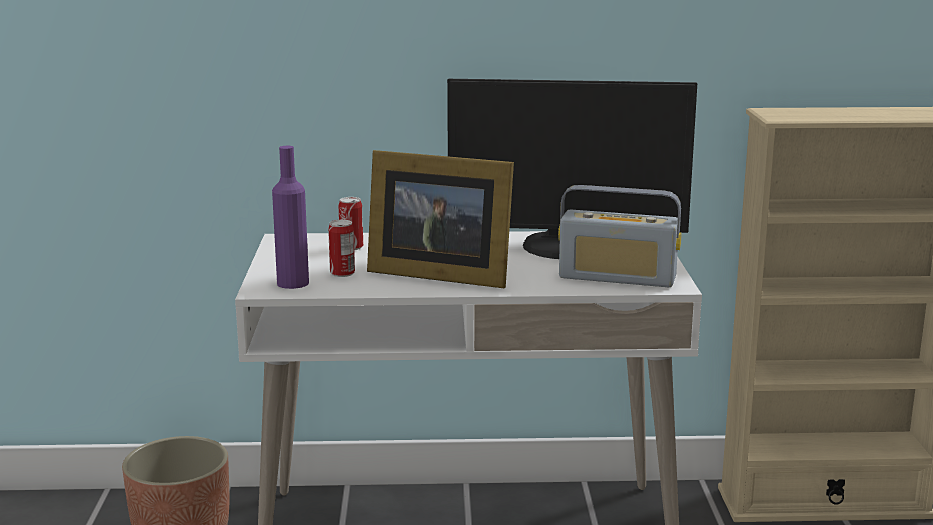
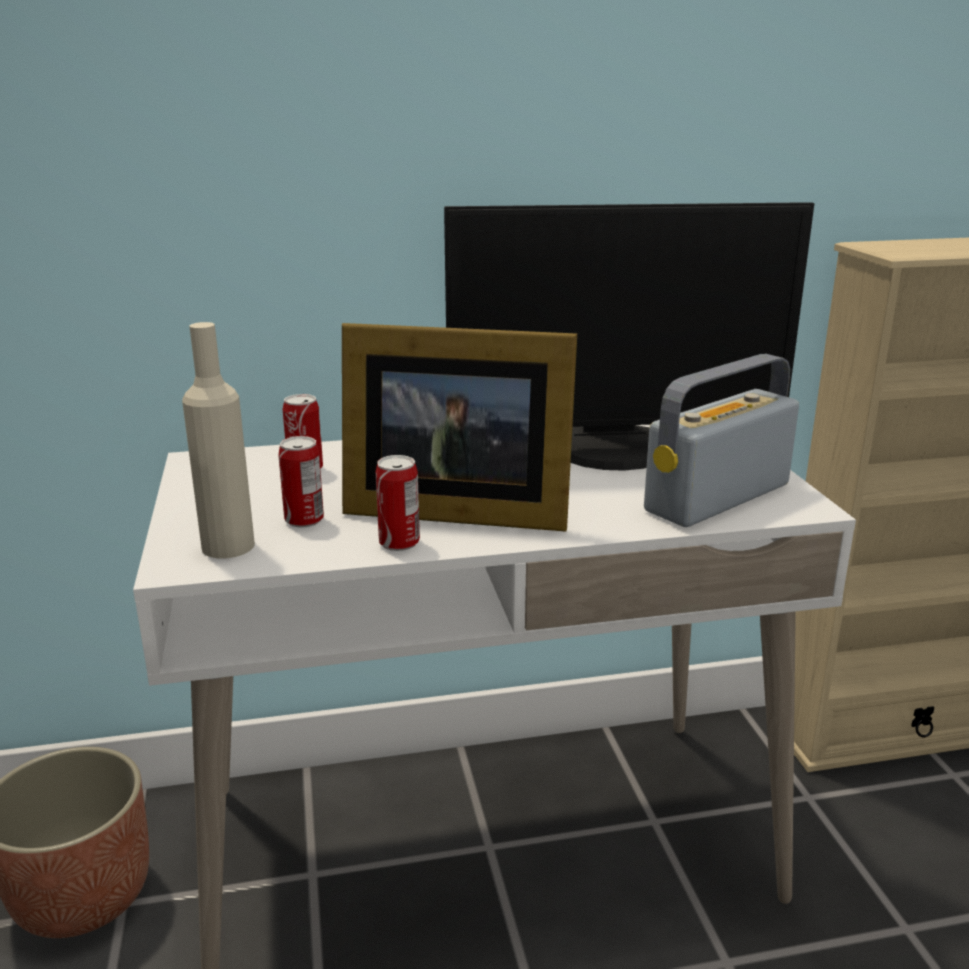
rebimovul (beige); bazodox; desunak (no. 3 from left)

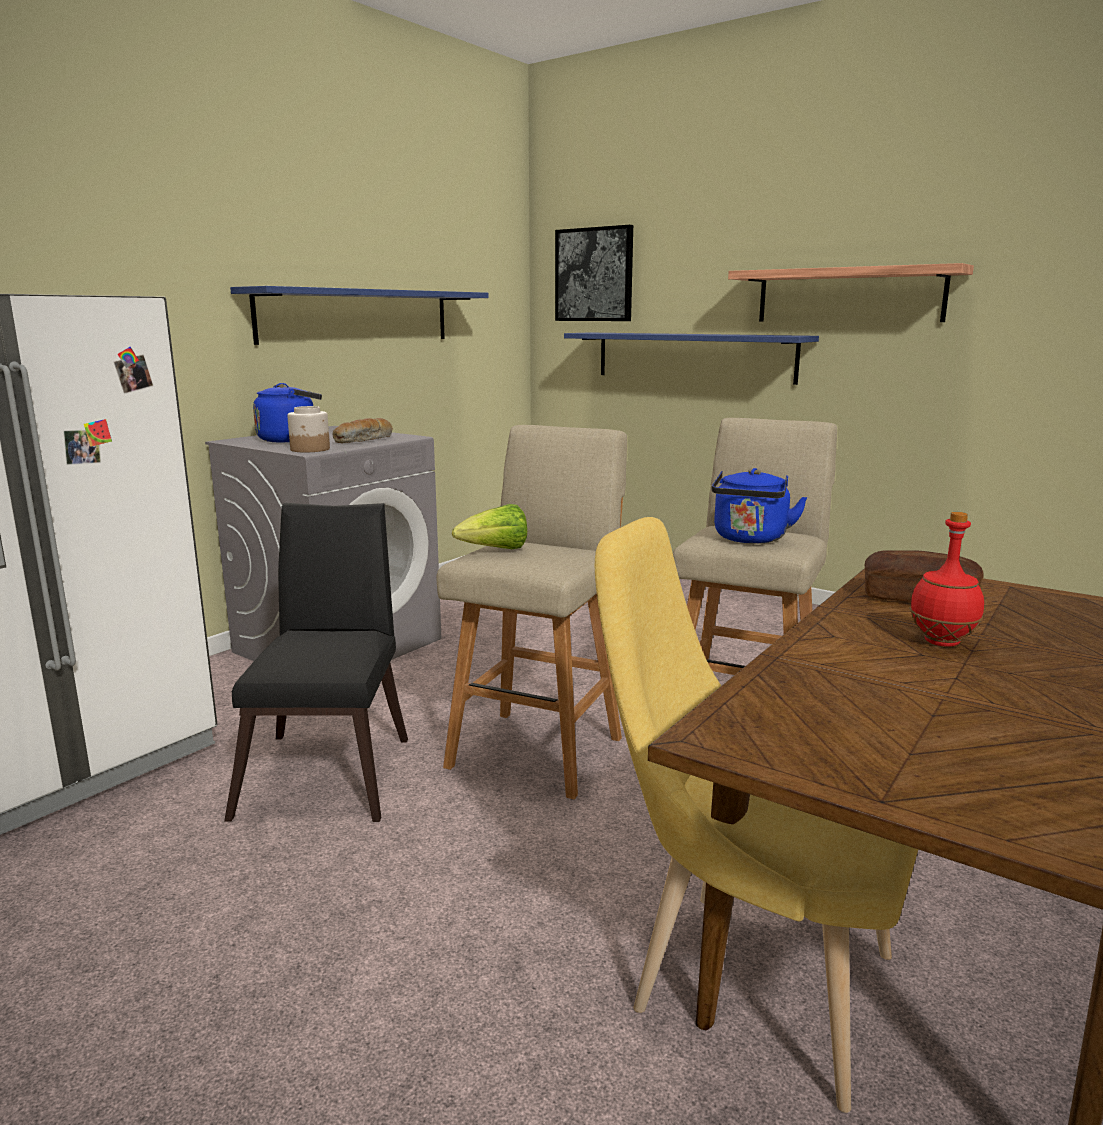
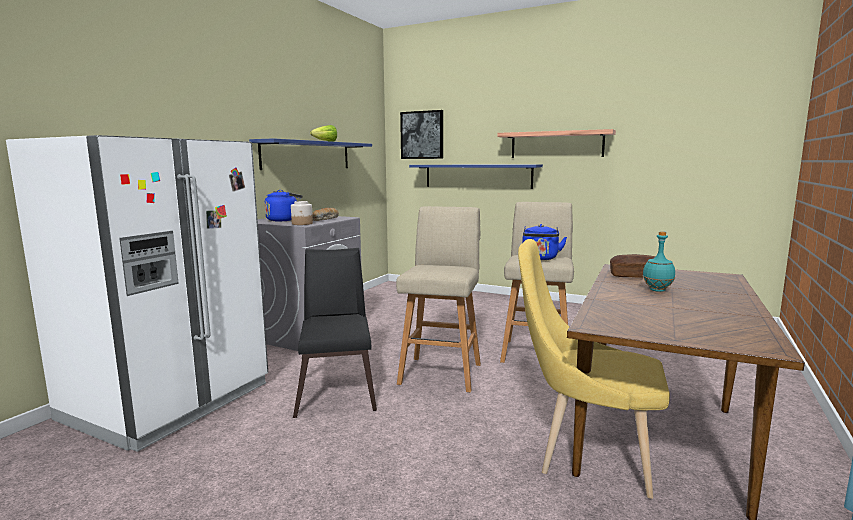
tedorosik; rebimovul (turquoise)

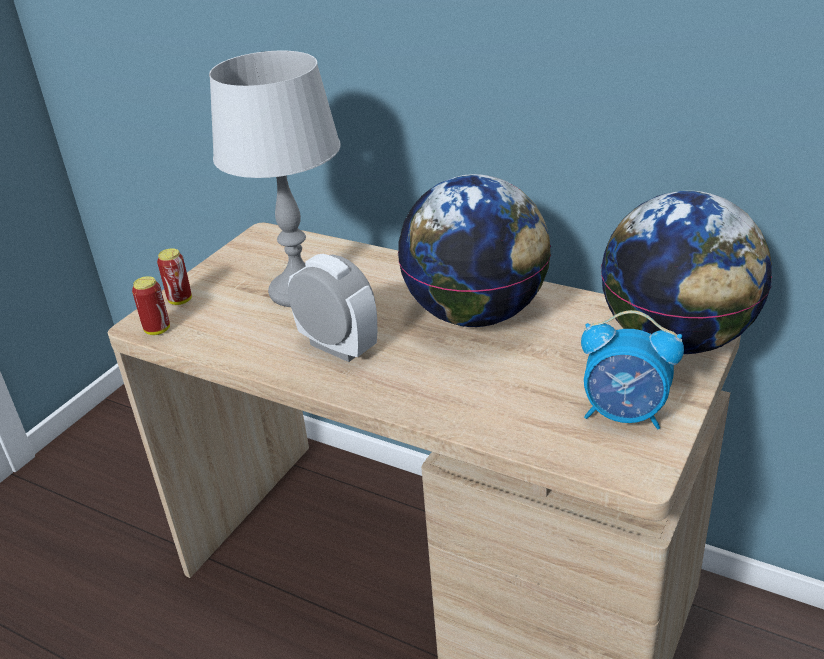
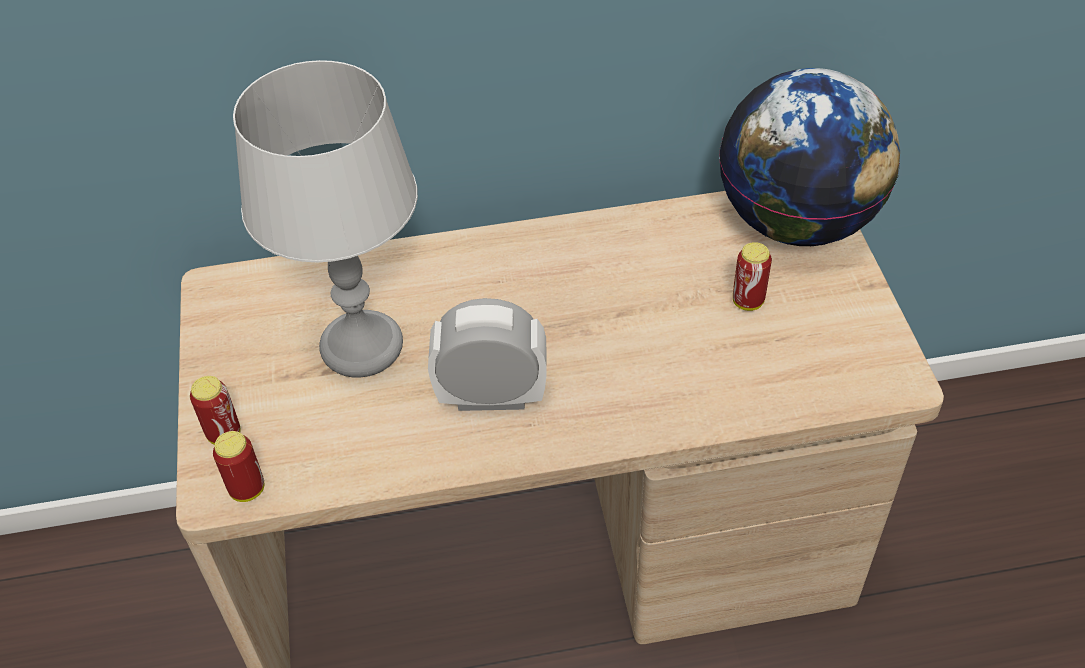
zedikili (no. 1 from left in the first image); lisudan (no. 2 from left in the first image); desunak (no. 3 from left)

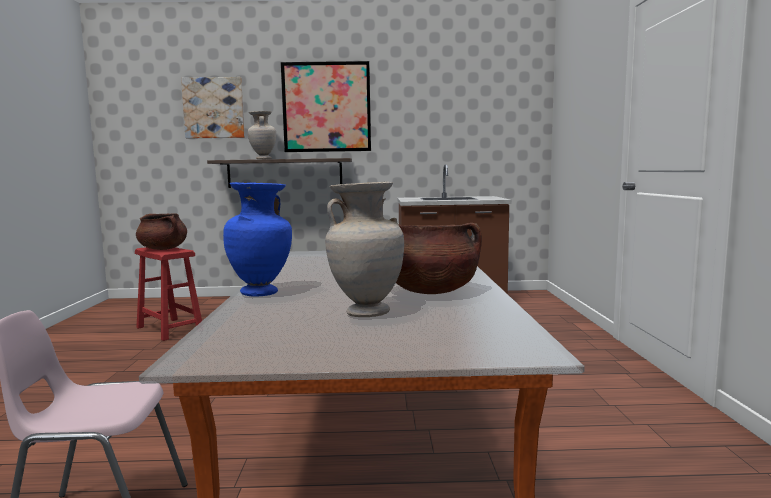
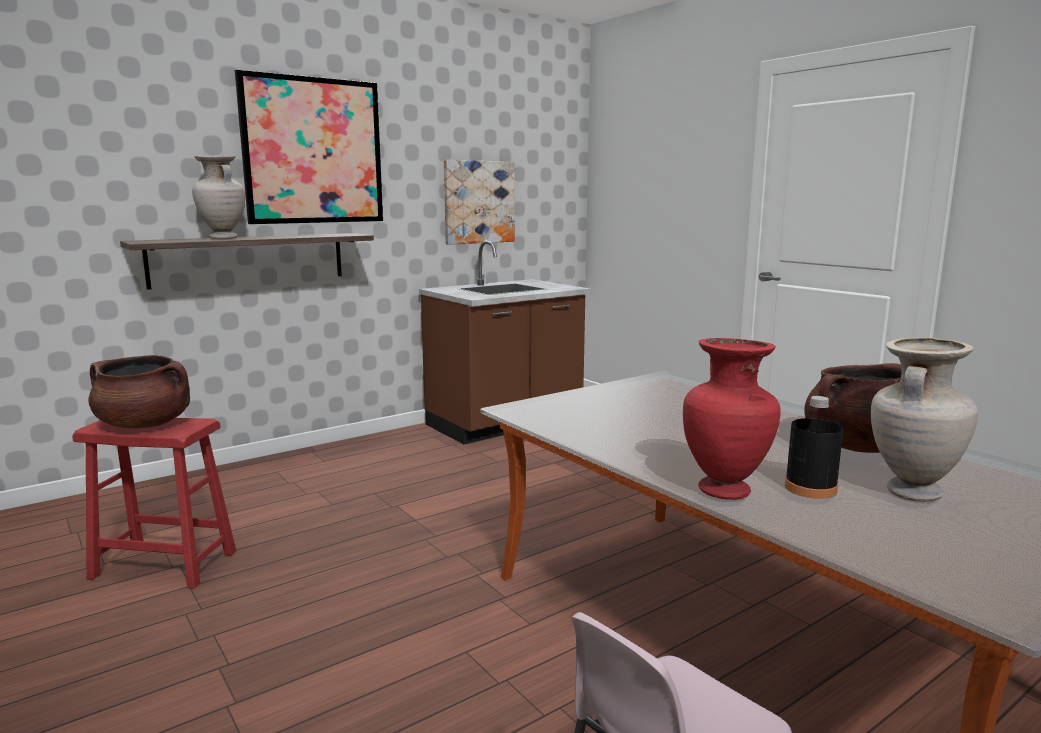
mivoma (no. 2 from left); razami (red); rebimovul (black)

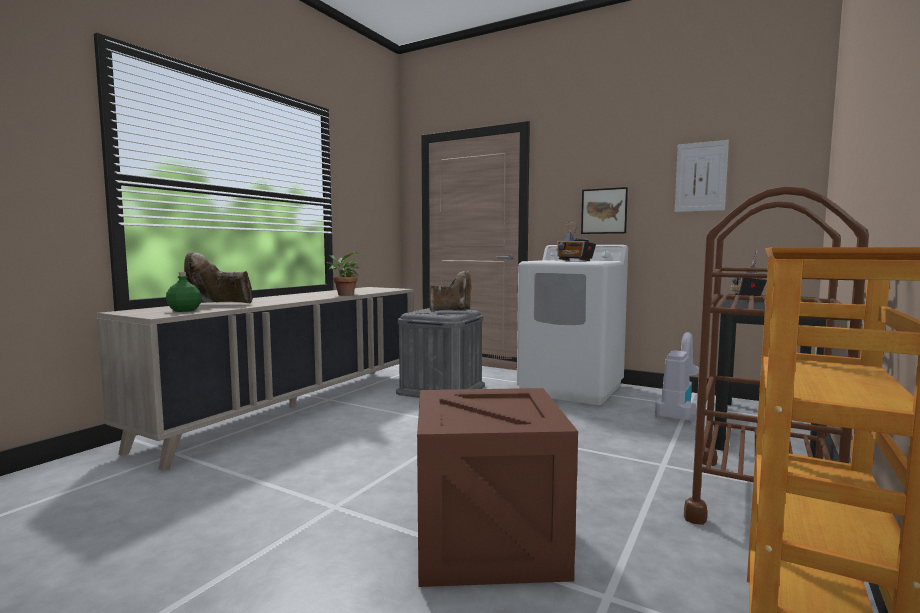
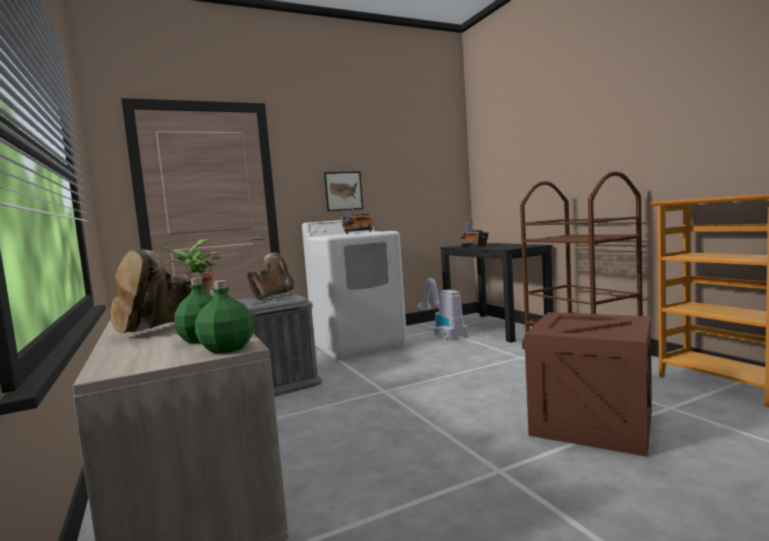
mivoma (no. 2 from left in the first image); rebimovul (green) (no. 2 from left)

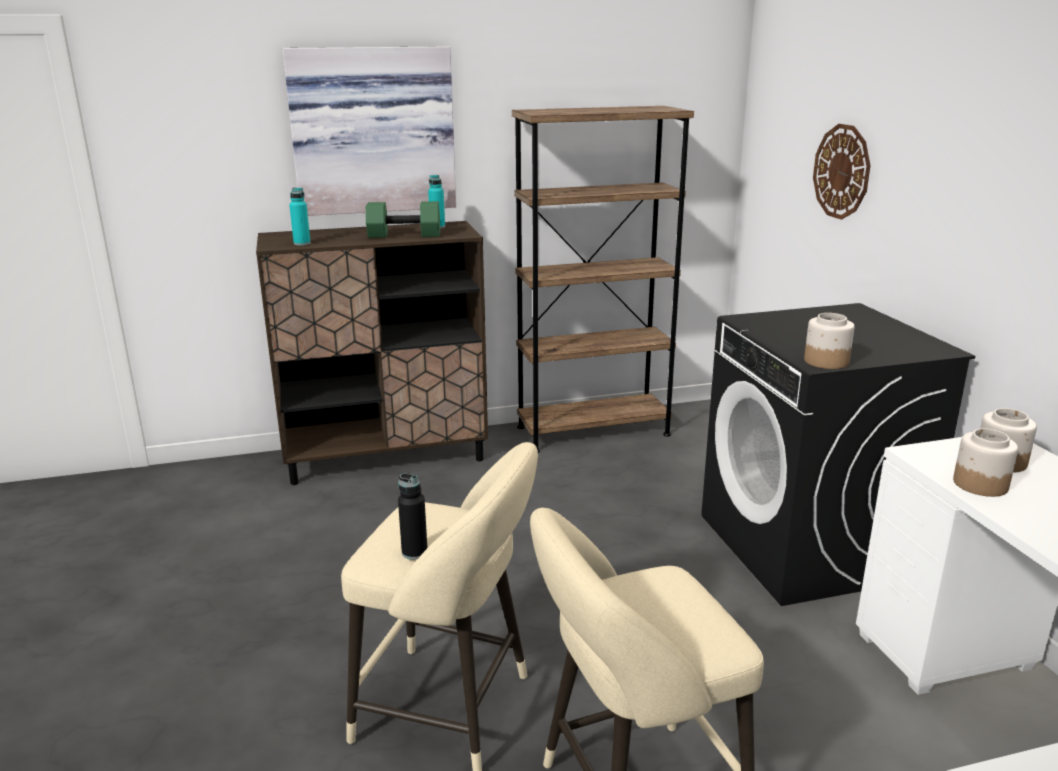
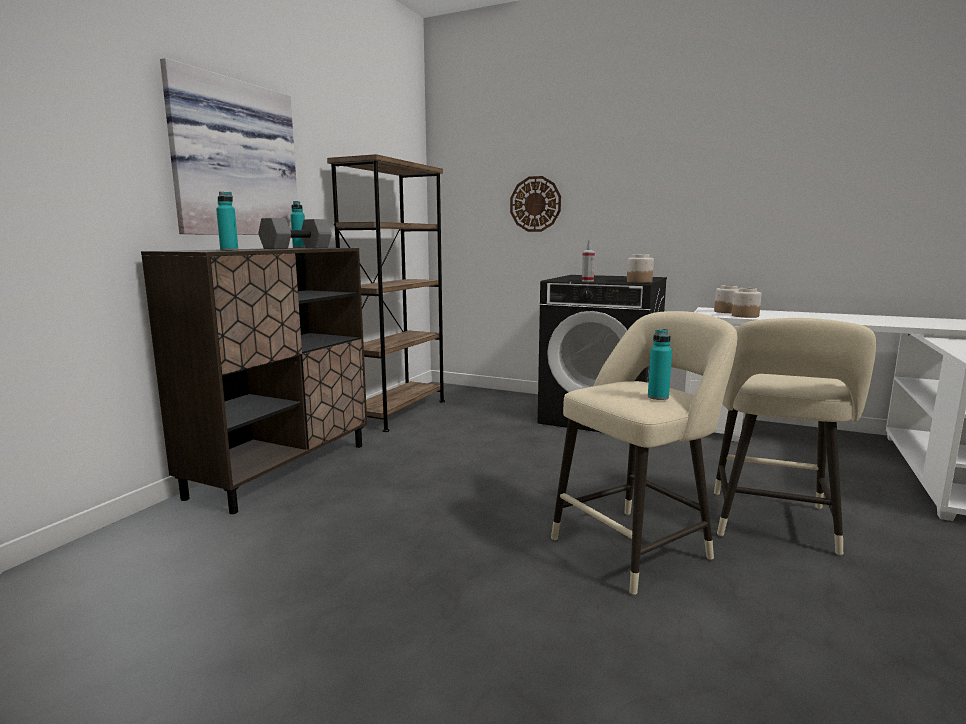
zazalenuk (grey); rebimovul (turquoise) (no. 3 from left); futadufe

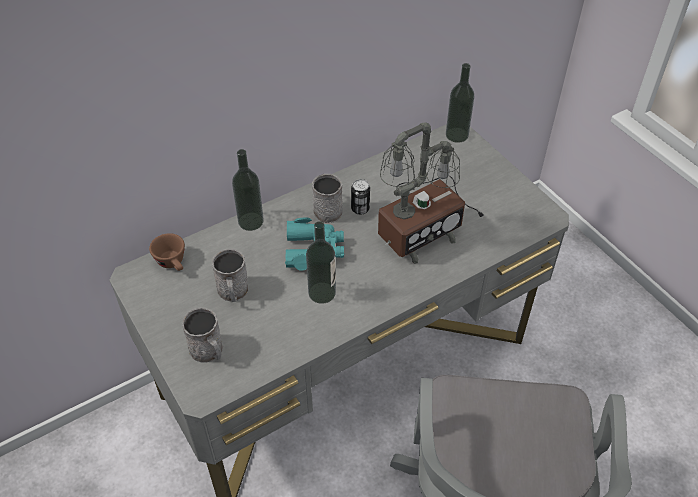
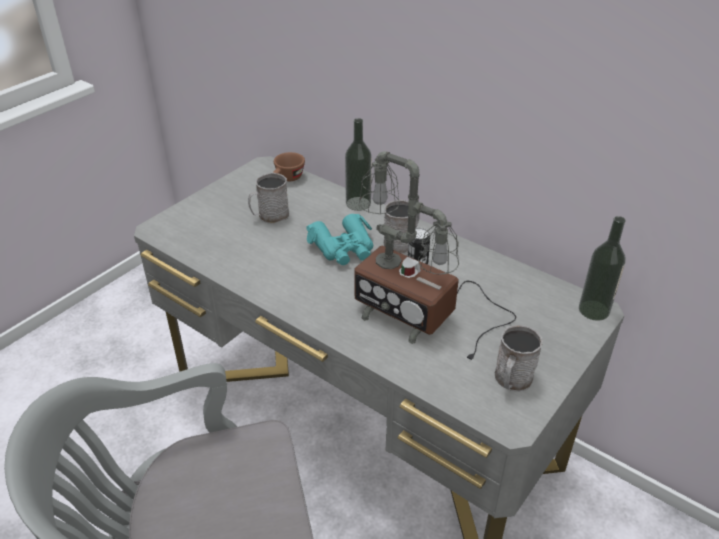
rebimovul (no. 2 from left in the first image); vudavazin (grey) (no. 3 from left)

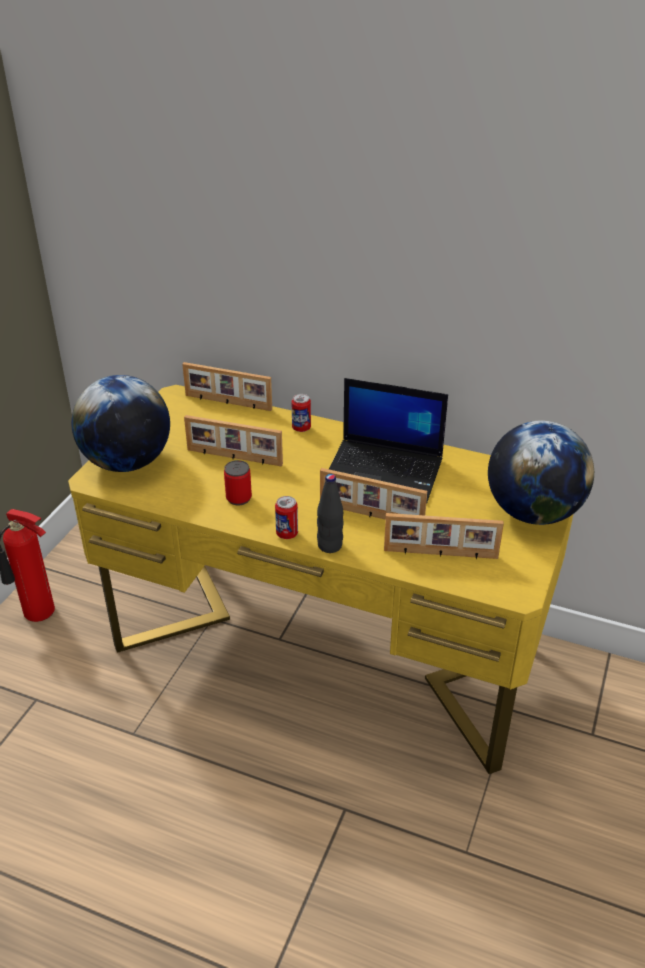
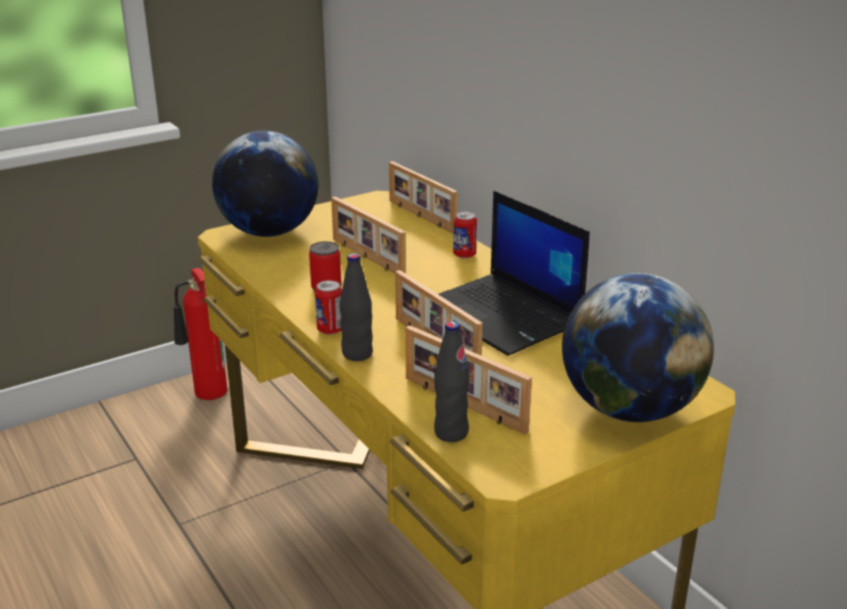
rebimovul (black) (no. 2 from left)

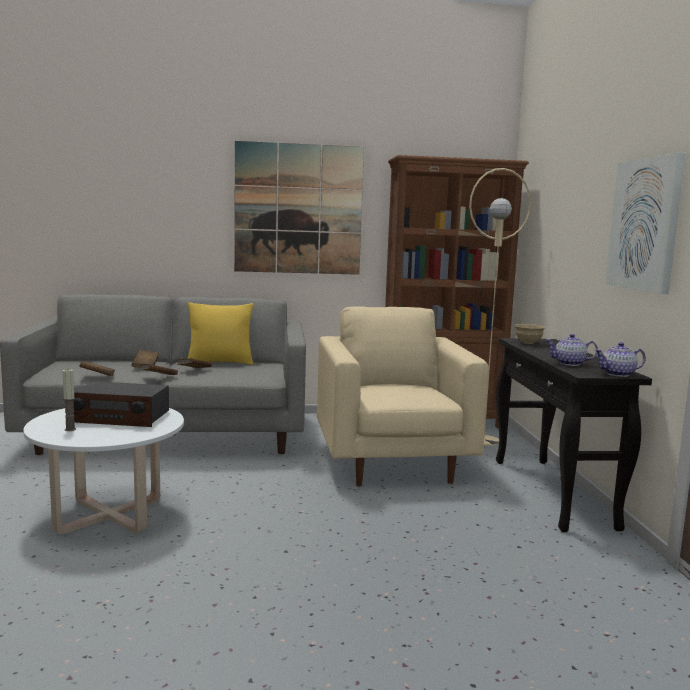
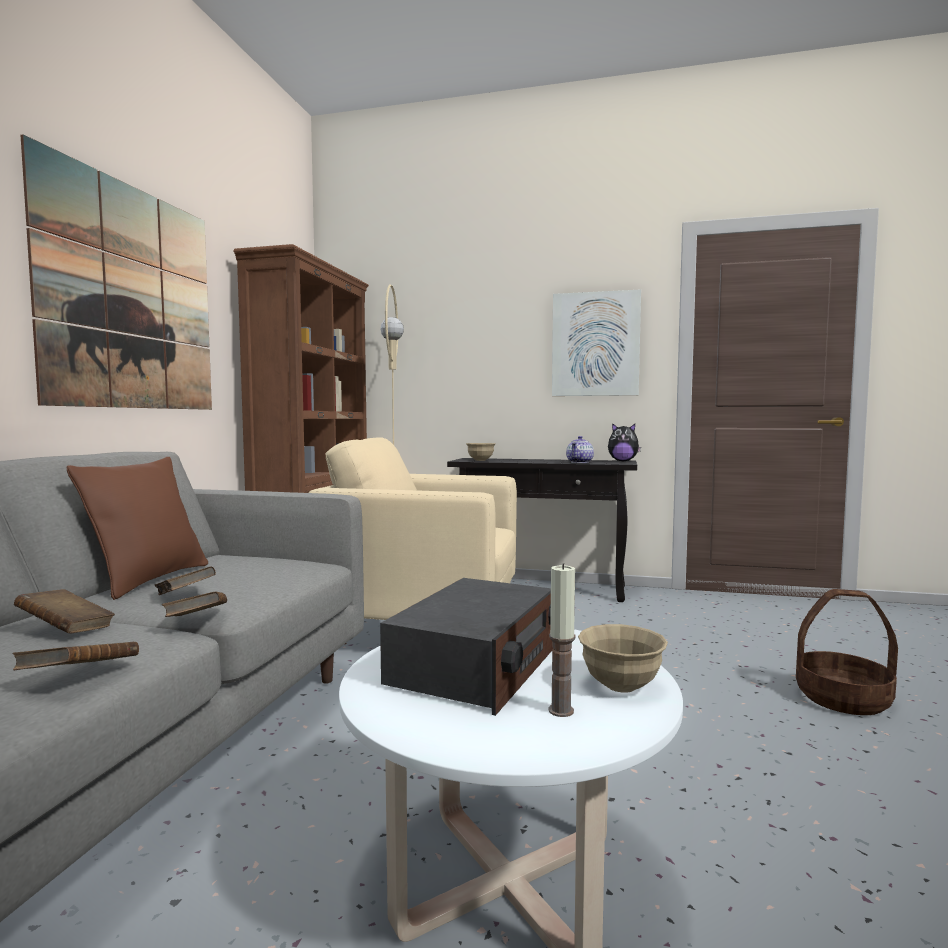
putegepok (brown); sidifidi; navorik; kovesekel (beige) (no. 2 from left)

